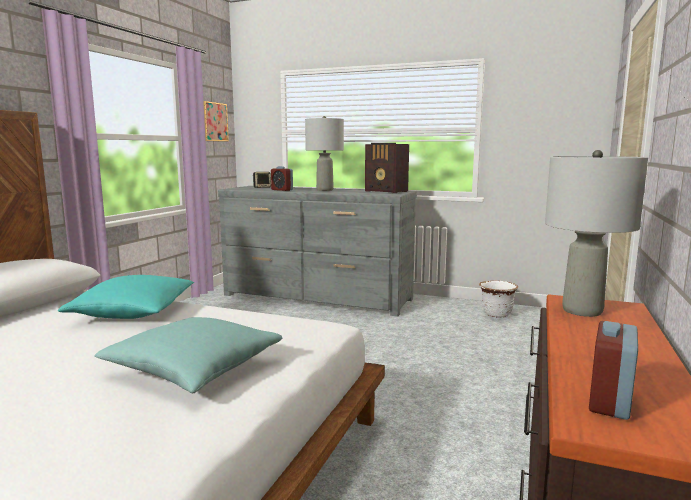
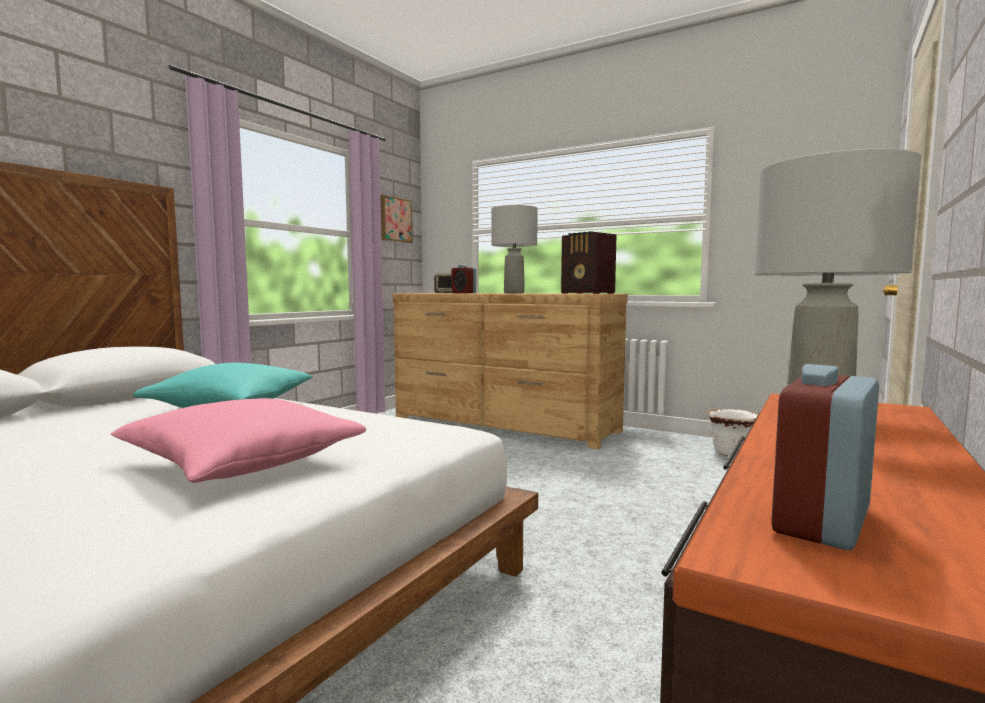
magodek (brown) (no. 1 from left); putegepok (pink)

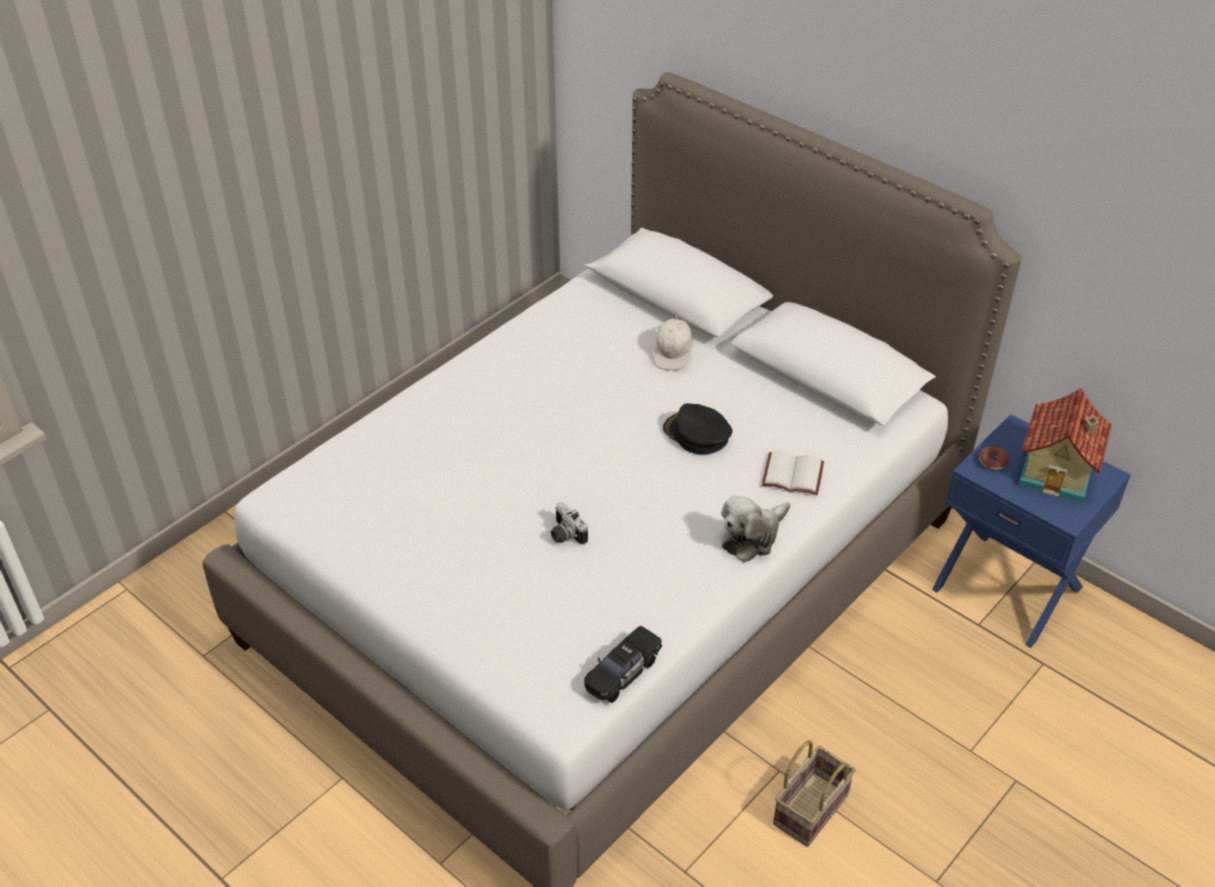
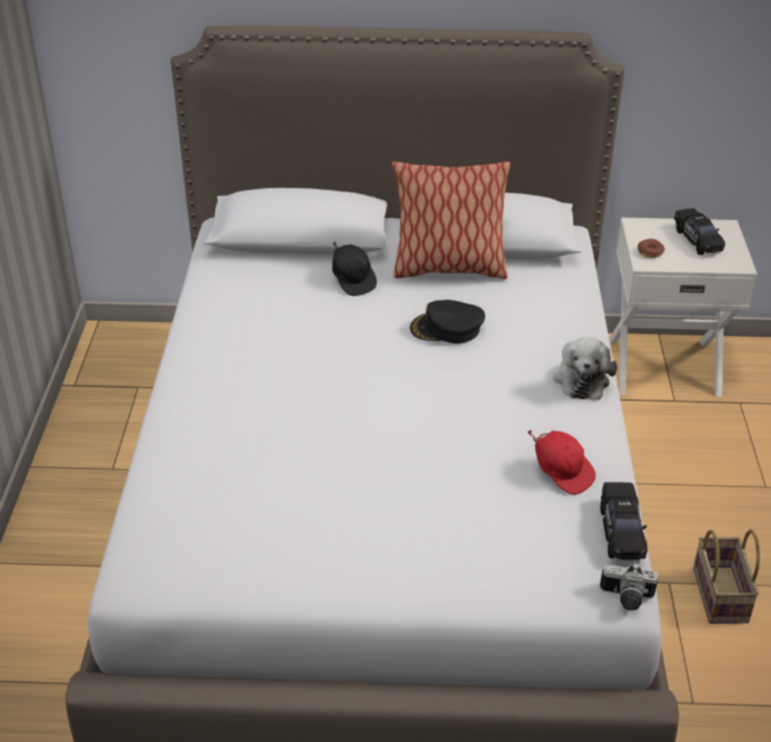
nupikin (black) (no. 1 from left); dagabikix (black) (no. 2 from left); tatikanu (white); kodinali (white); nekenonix; putegepok; nupikin (red)

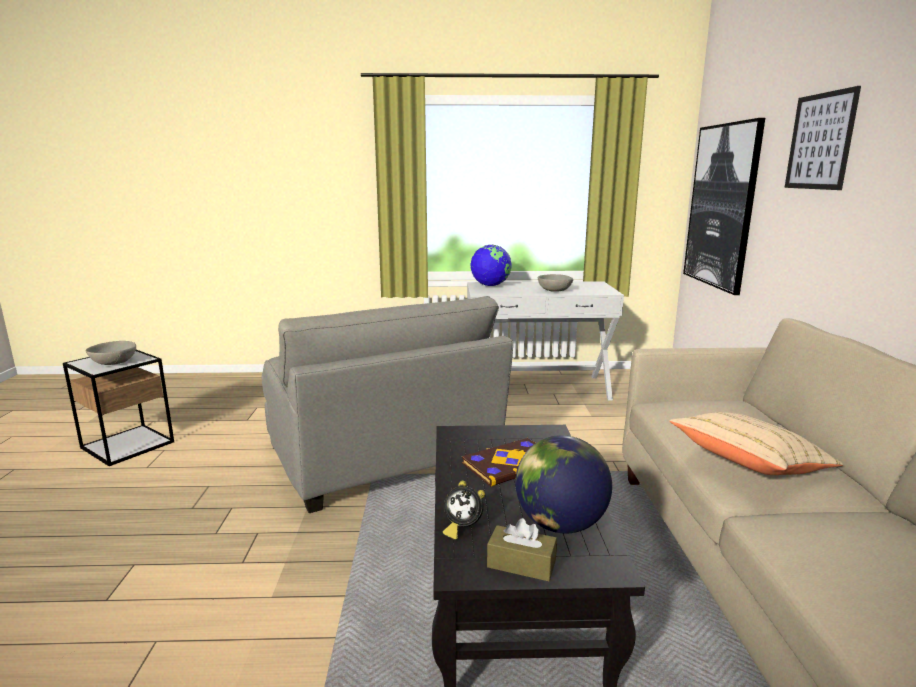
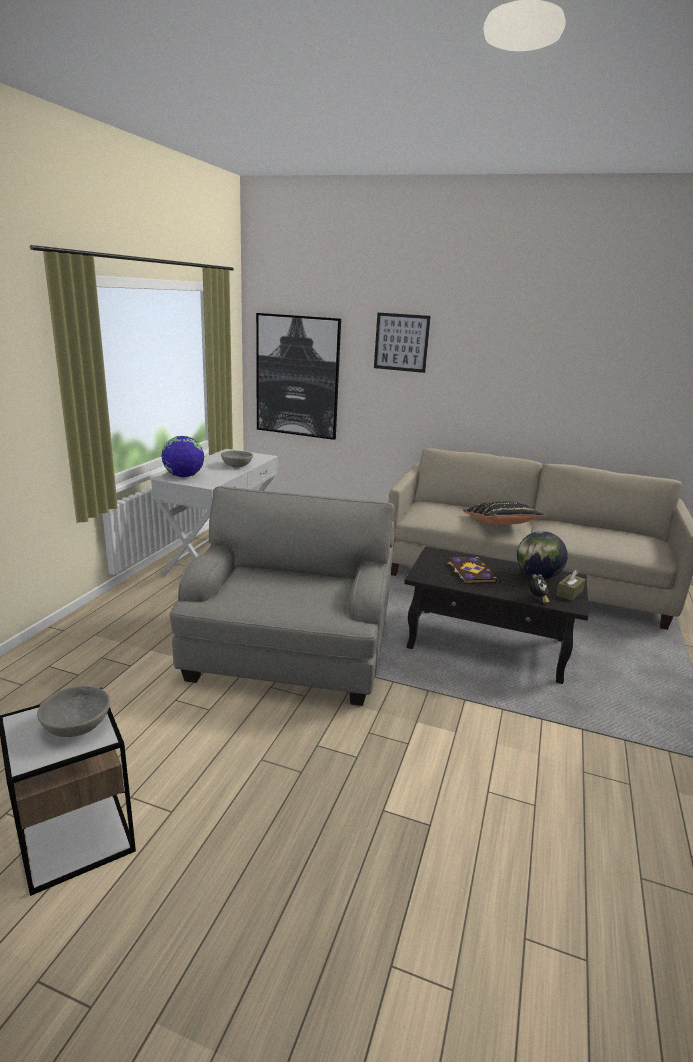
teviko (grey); putegepok (black)

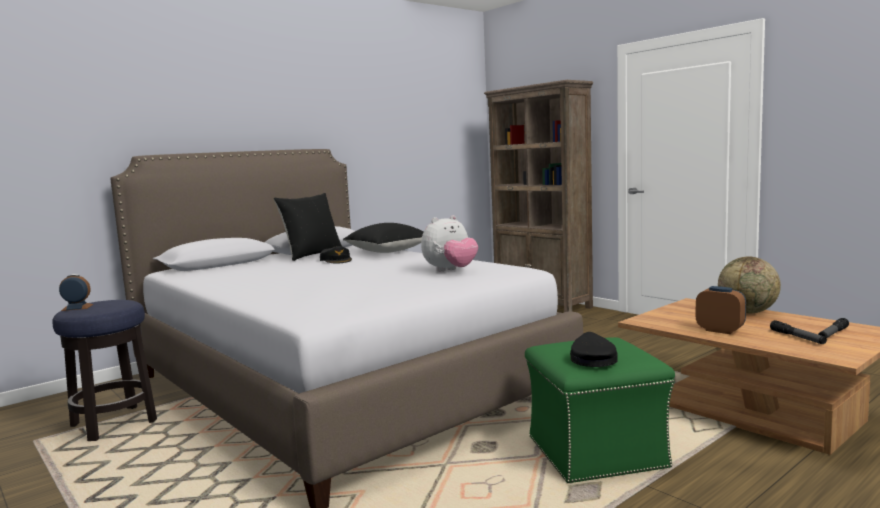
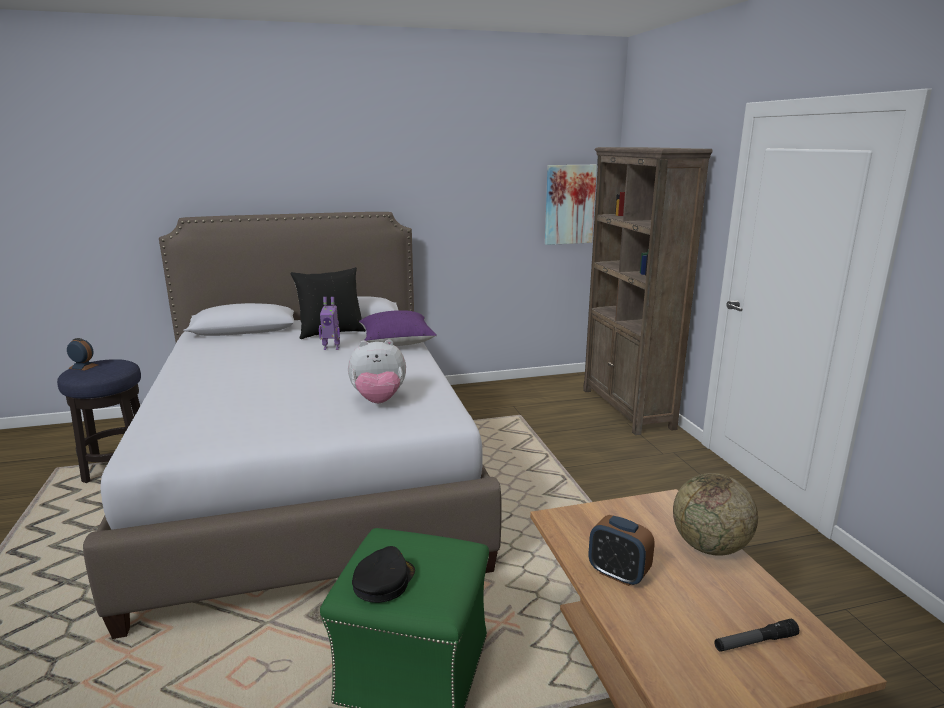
putegepok (purple); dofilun; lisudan (no. 2 from left); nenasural (no. 1 from left in the first image); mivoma

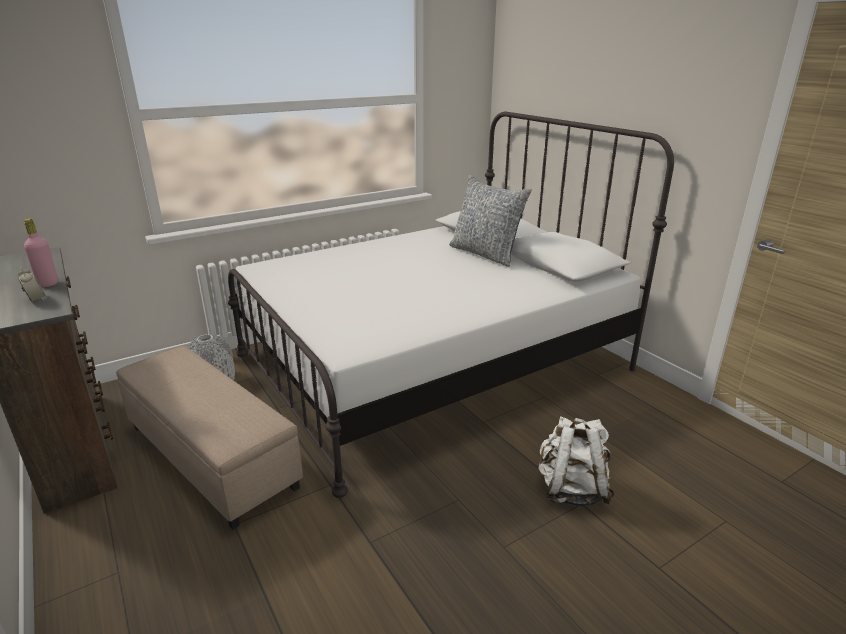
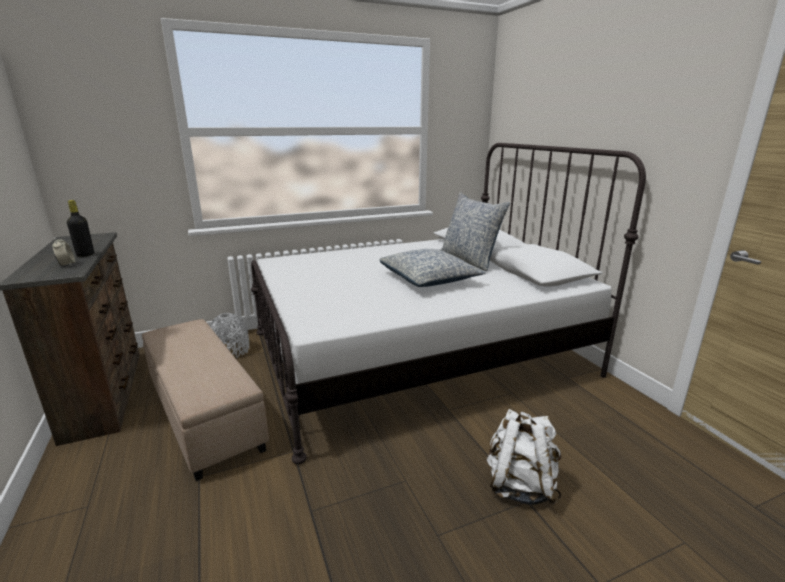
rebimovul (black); putegepok (no. 1 from left)

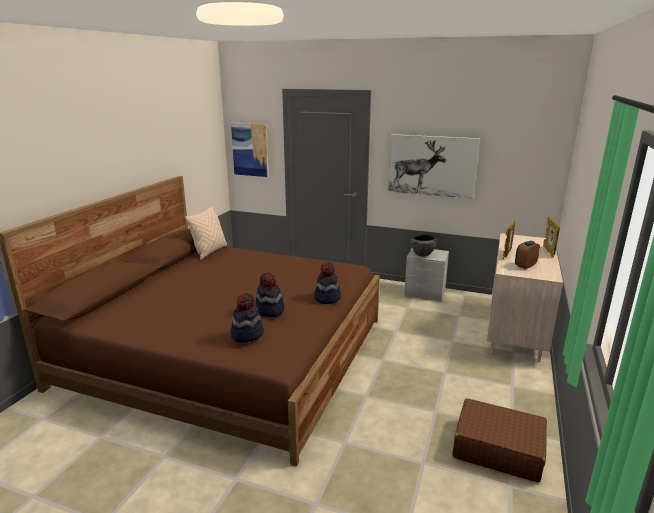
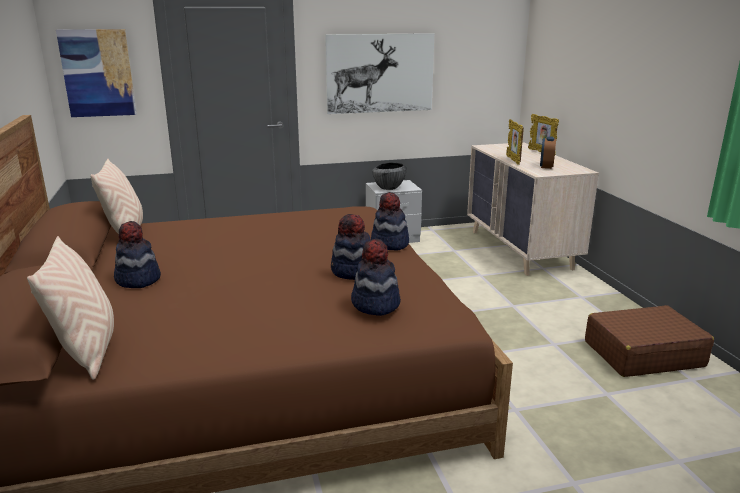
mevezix (no. 1 from left); putegepok (beige) (no. 1 from left)

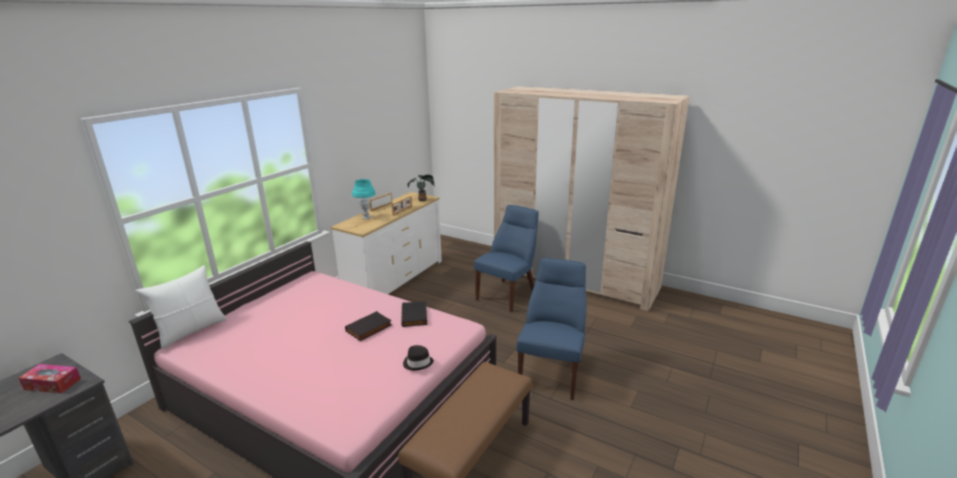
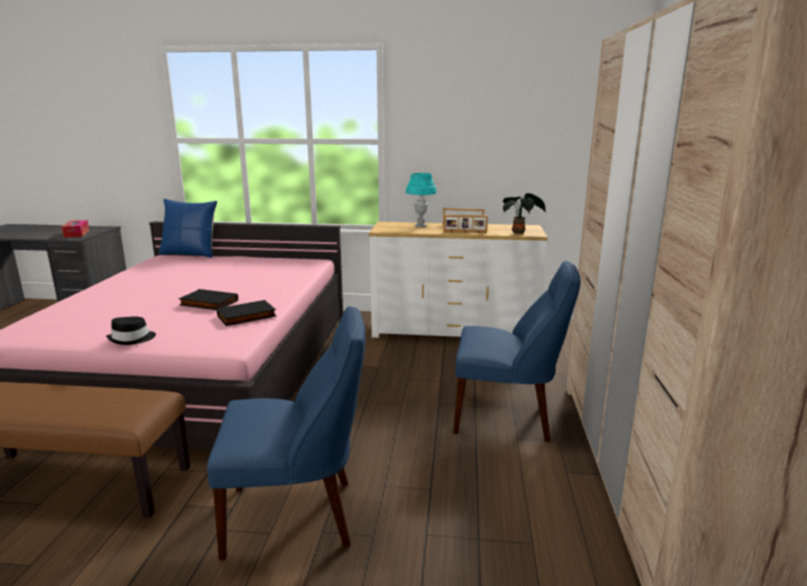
putegepok (blue)

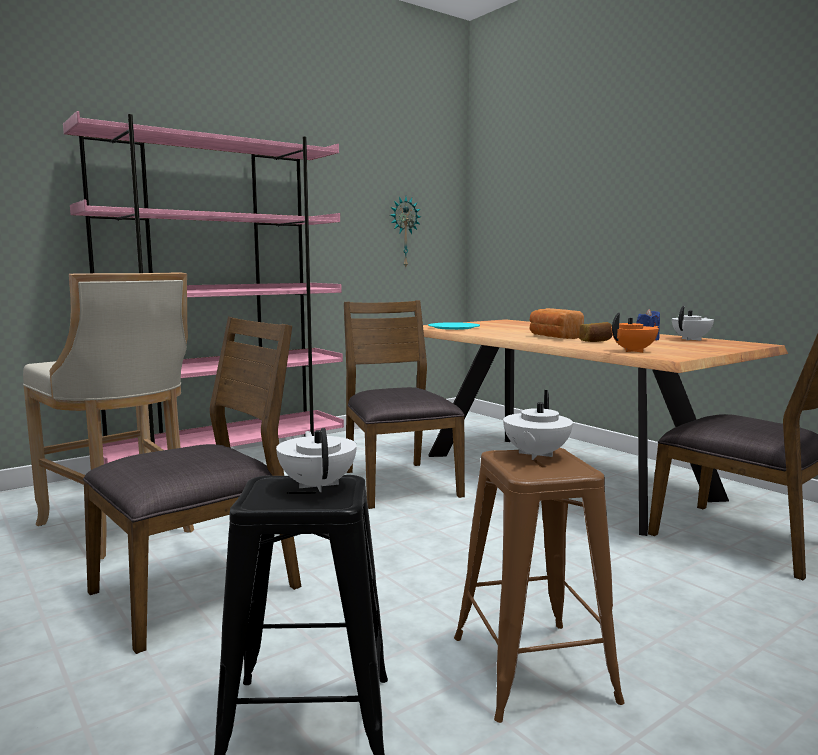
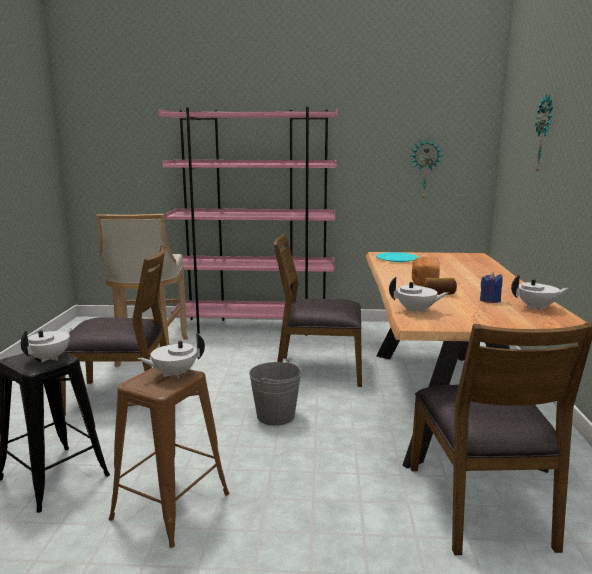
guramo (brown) (no. 2 from left); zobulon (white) (no. 3 from left); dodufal (no. 2 from left); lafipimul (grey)

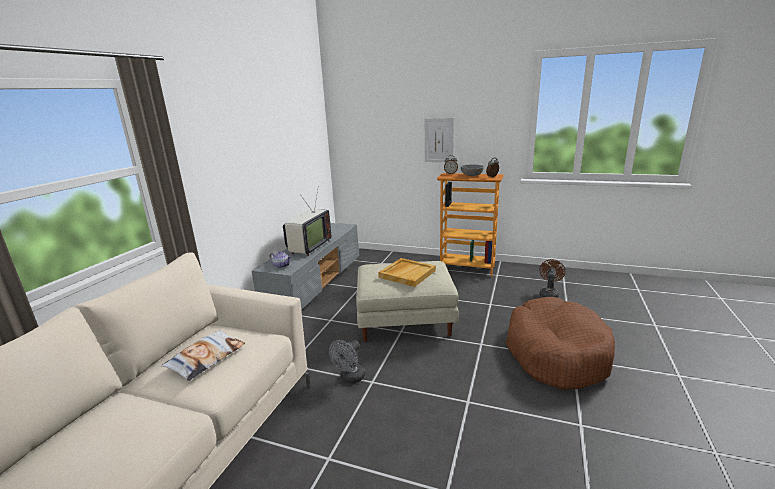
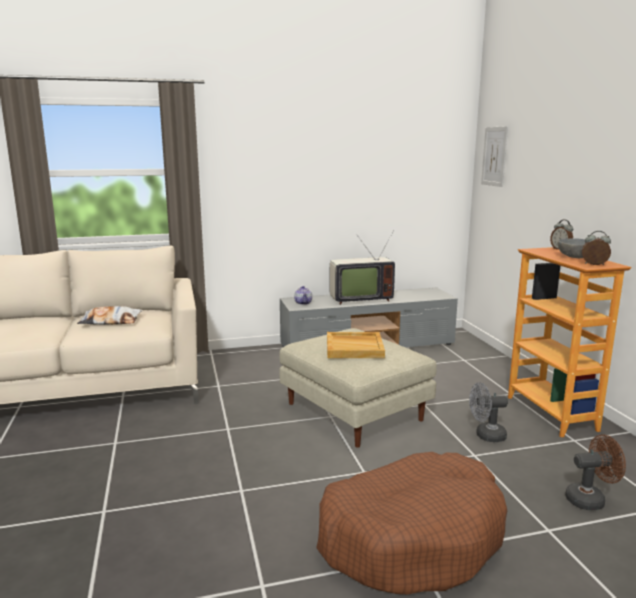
mivoma; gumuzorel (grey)

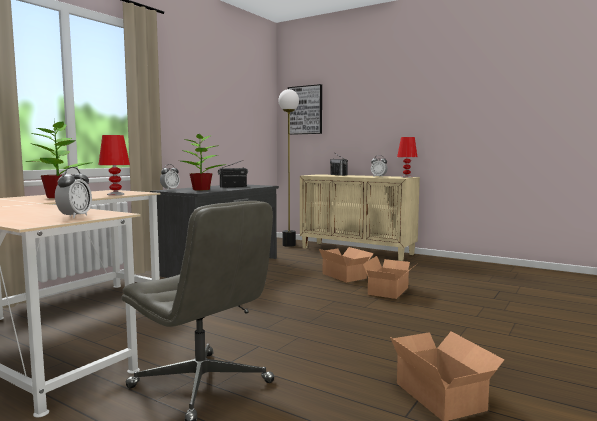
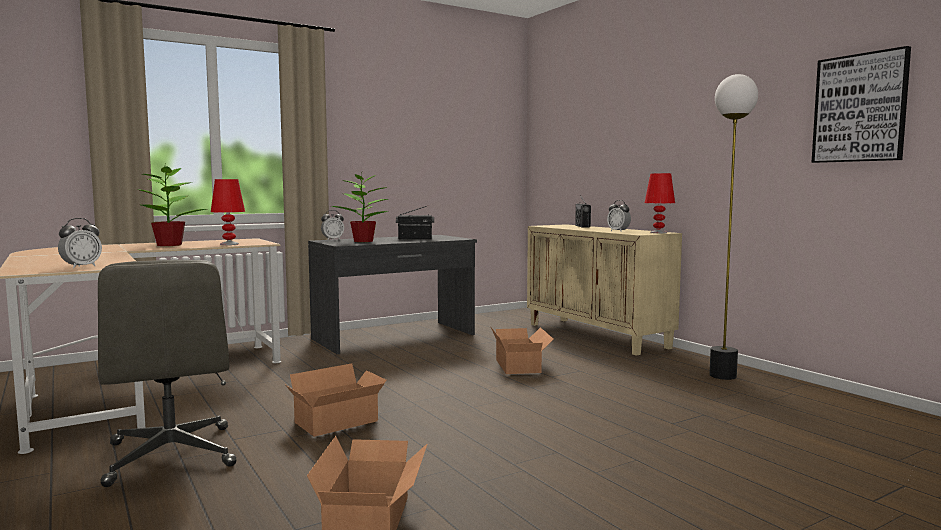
mivoma; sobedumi; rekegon (no. 1 from left)

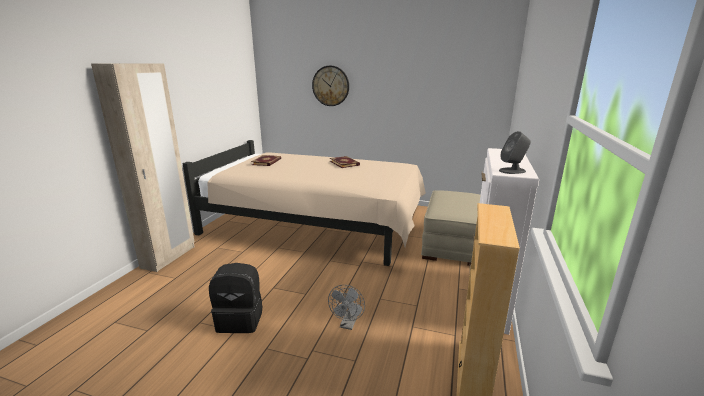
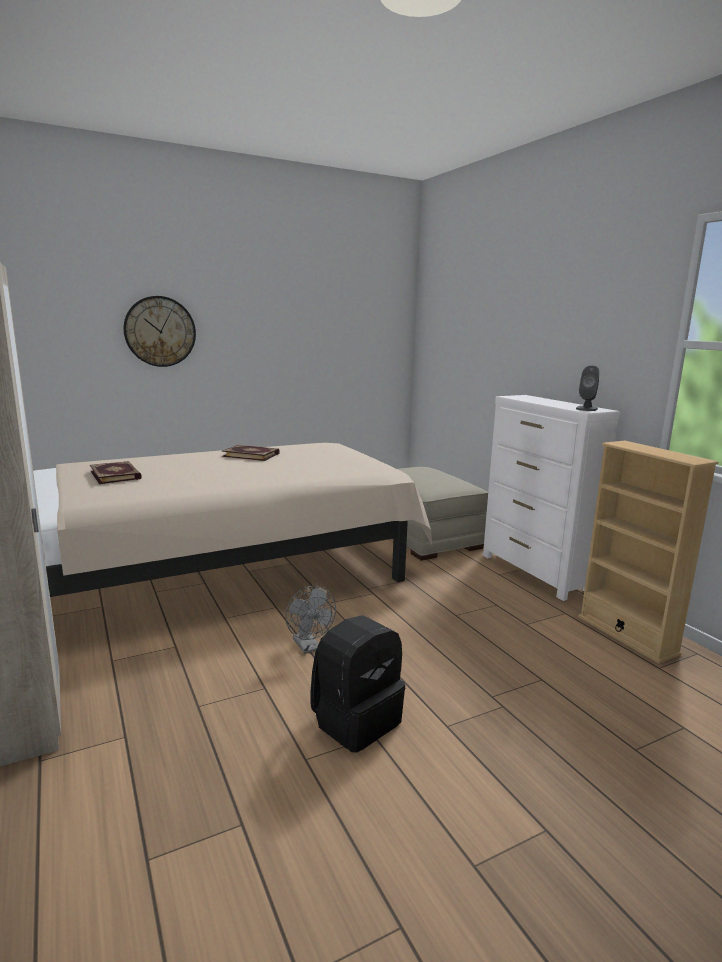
gumuzorel (grey)

